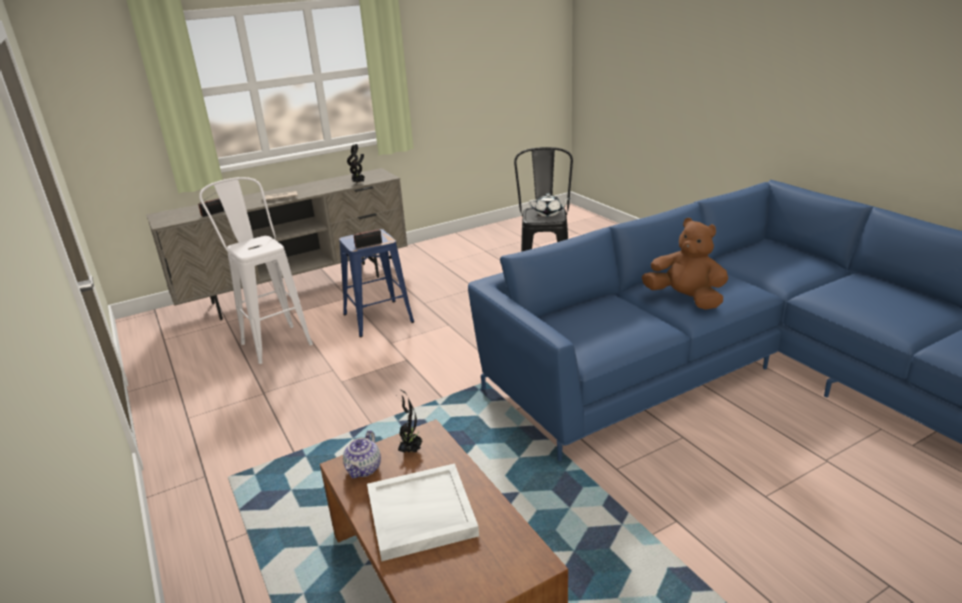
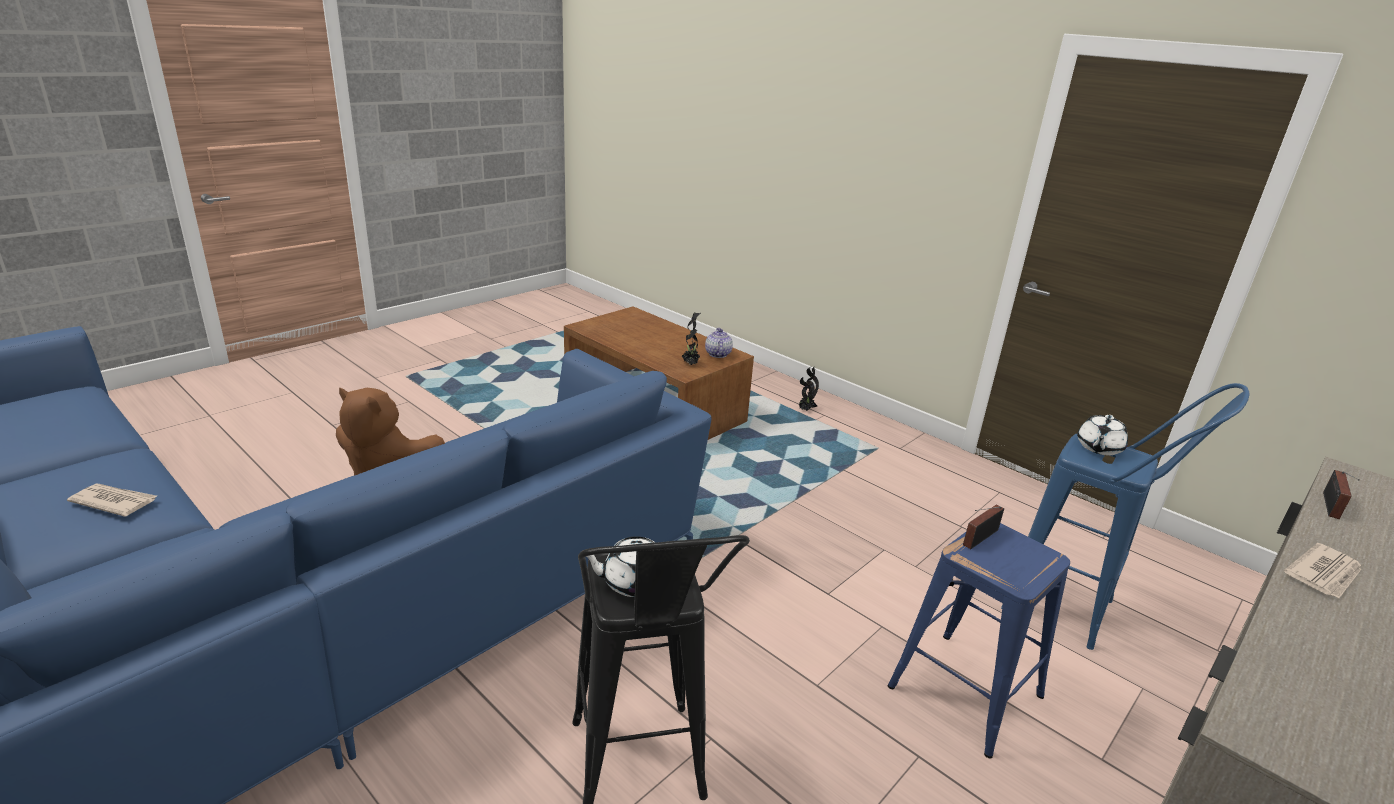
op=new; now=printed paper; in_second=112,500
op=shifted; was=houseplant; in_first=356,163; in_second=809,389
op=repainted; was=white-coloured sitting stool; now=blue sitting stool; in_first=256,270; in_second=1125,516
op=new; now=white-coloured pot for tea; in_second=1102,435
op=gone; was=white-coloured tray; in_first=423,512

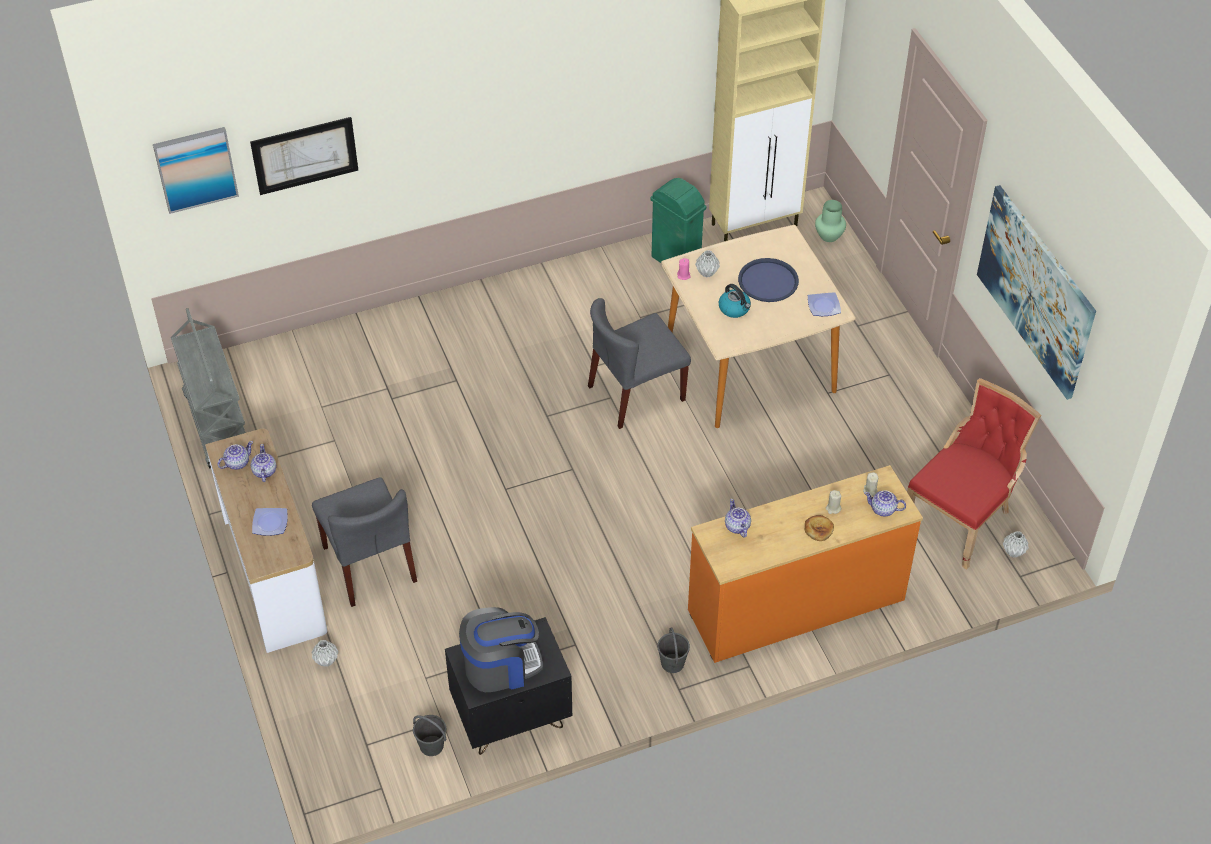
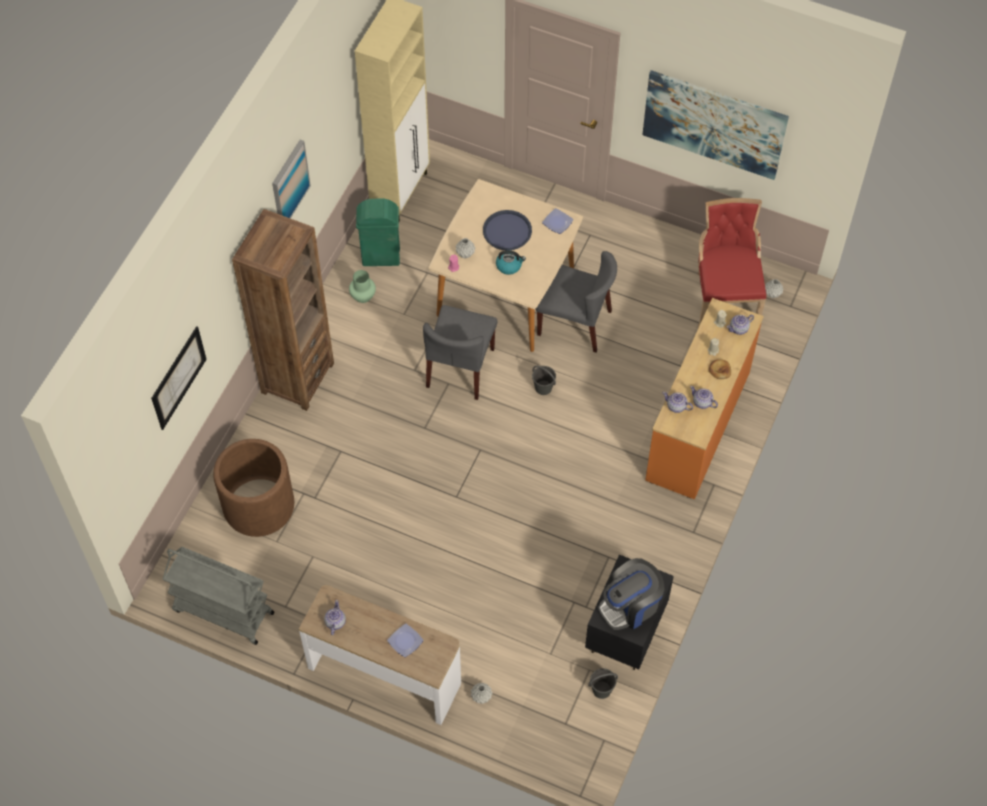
op=new; now=brownish plant pot; in_second=253,488
op=new; now=brownish bookcase; in_second=283,310
op=shifted; was=wall art; in_first=196,170; in_second=291,179
op=shifted; was=green-coloured flower vase; in_first=830,221; in_second=362,286
op=shifted; was=gray pail; in_first=673,650; in_second=544,380
op=shifted; was=gray upright chair; in_first=364,542; in_second=576,301
op=rotated; was=coffee maker; in_first=501,649; in_second=631,594; clockwise=-150
op=shifted; was=pot for tea; in_first=263,463; in_second=704,397

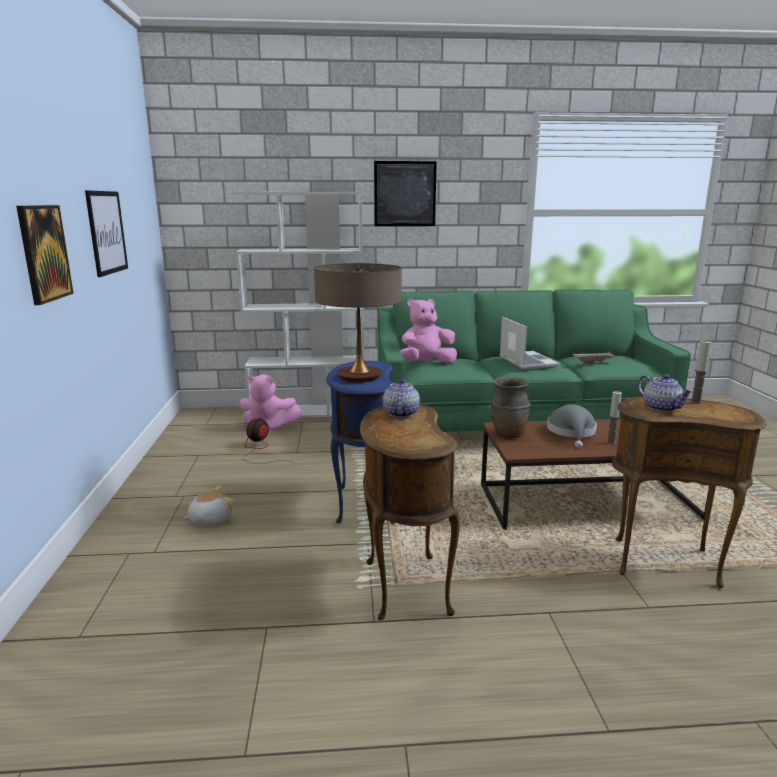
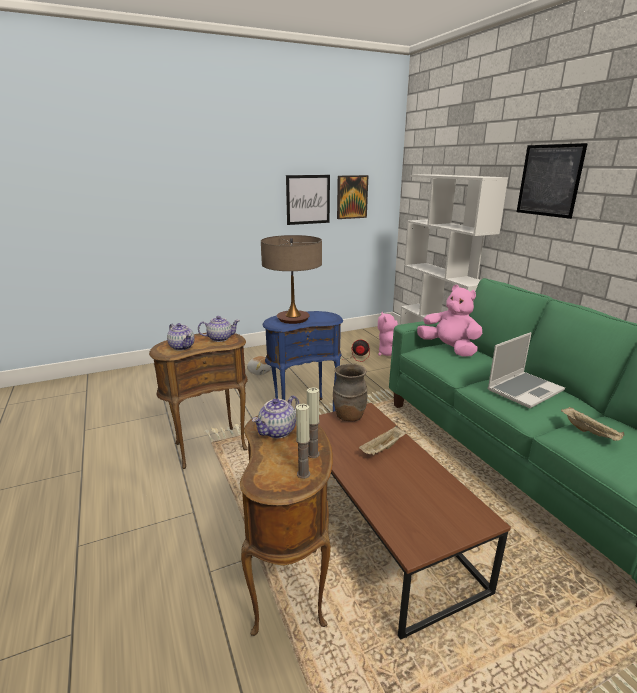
op=new; now=pot for tea; in_second=181,337
op=shifted; was=wax candle; in_first=614,417; in_second=303,441
op=shifted; was=wall art; in_first=45,255; in_second=353,197
op=swapped; was=gray wearable hat; now=beige-coloured tray; in_first=572,426; in_second=382,440

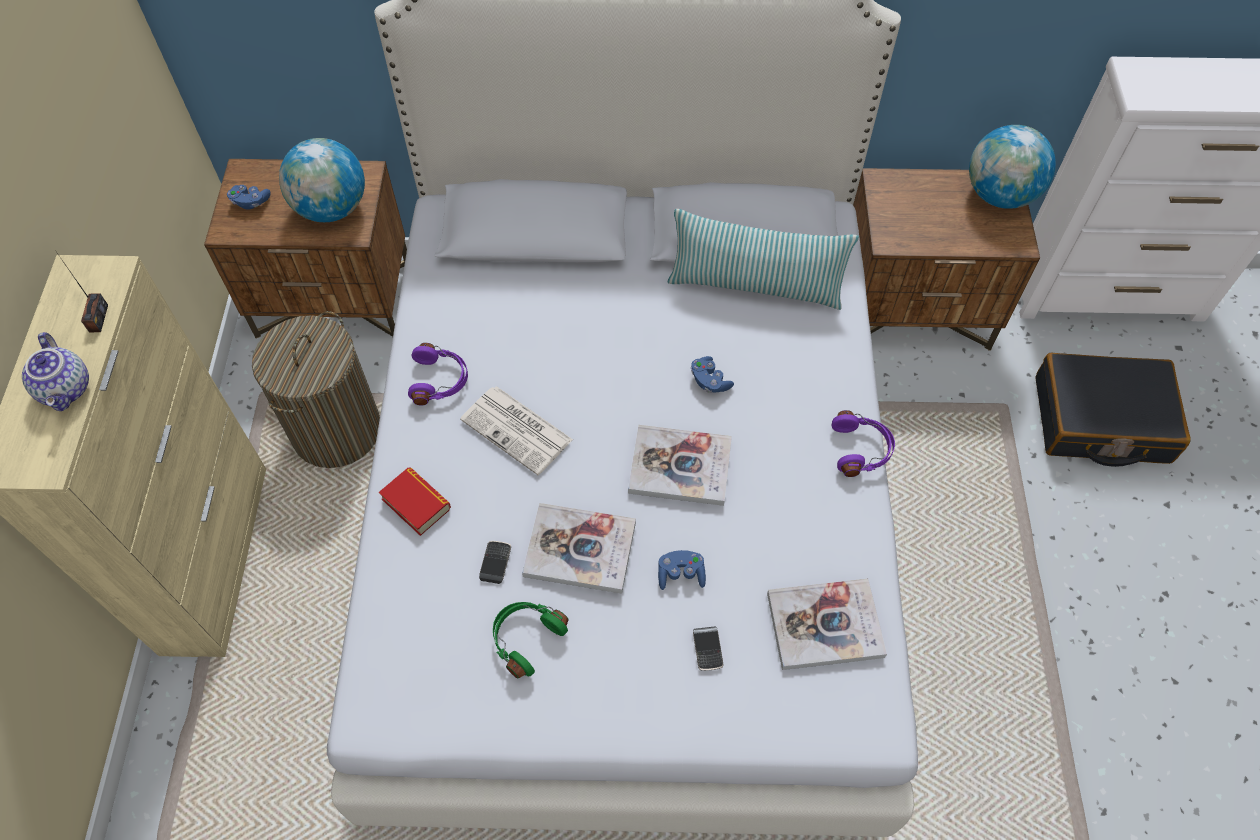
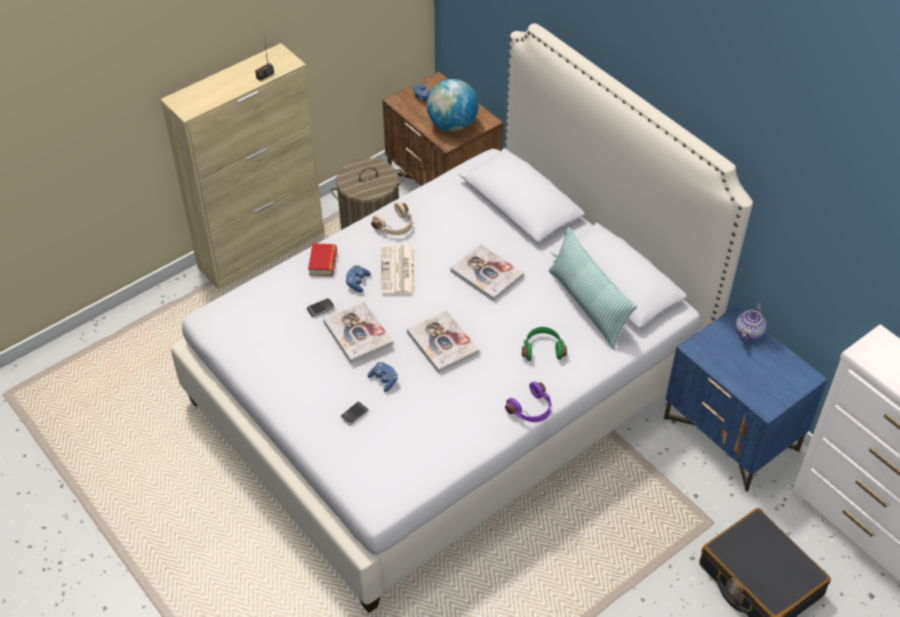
op=shifted; was=blue gamepad; in_first=712,374; in_second=358,278
op=repainted; was=purple-coloured headphones; now=beige-coloured headphones; in_first=438,374; in_second=391,218
op=shifted; was=volume; in_first=827,624; in_second=487,272
op=shifted; was=green-coloured headphones; in_first=531,640; in_second=544,344
op=repainted; was=brownish bedside table; now=blue bedside table; in_first=946,259; in_second=746,399
op=shifted; was=pot for tea; in_first=55,371; in_second=750,322
op=gone; was=globe; in_first=1012,167

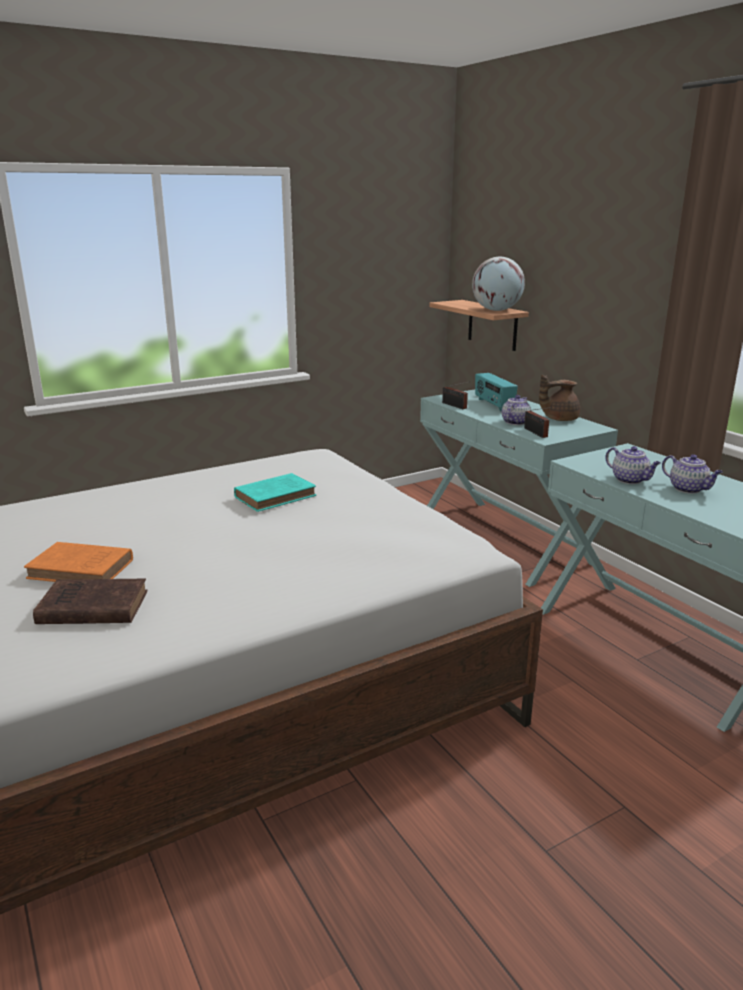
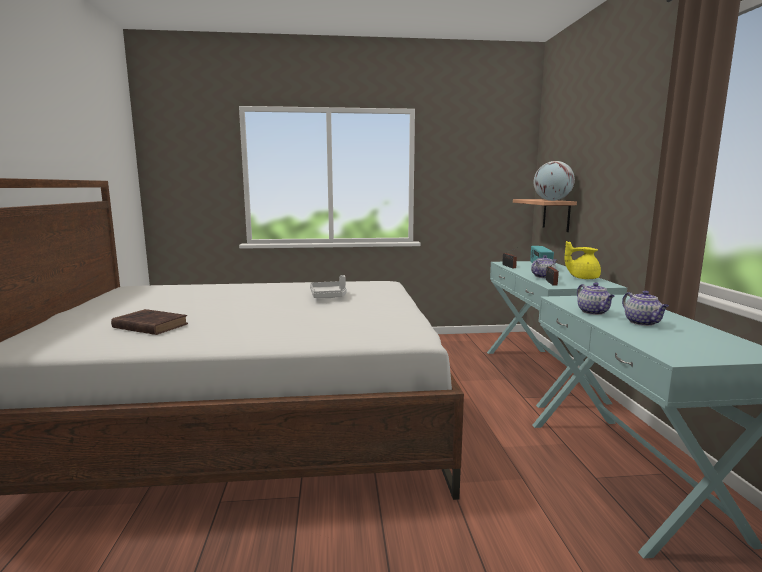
op=swapped; was=blue-green volume; now=gray tray; in_first=275,492; in_second=328,286
op=repainted; was=brownish pot for tea; now=yellow-coloured pot for tea; in_first=559,398; in_second=583,260
op=gone; was=orange volume; in_first=78,562

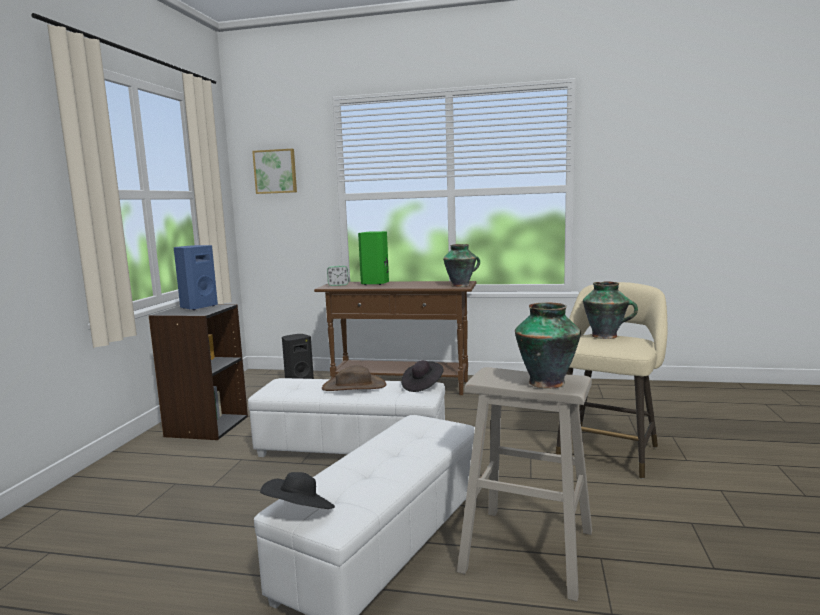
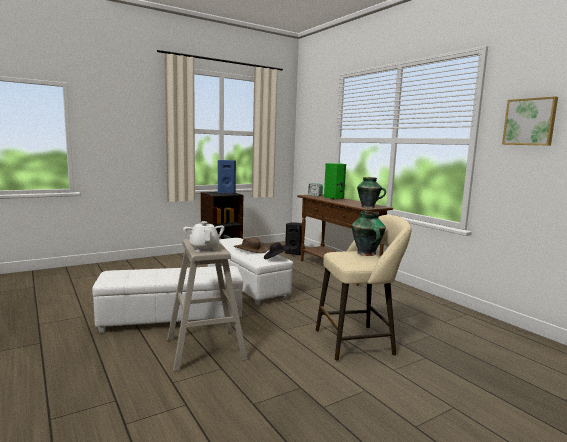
op=swapped; was=flower vase; now=white-coloured pot for tea; in_first=548,345; in_second=204,236
op=shifted; was=wall art; in_first=274,171; in_second=530,121
op=gone; was=black wearable hat; in_first=297,490

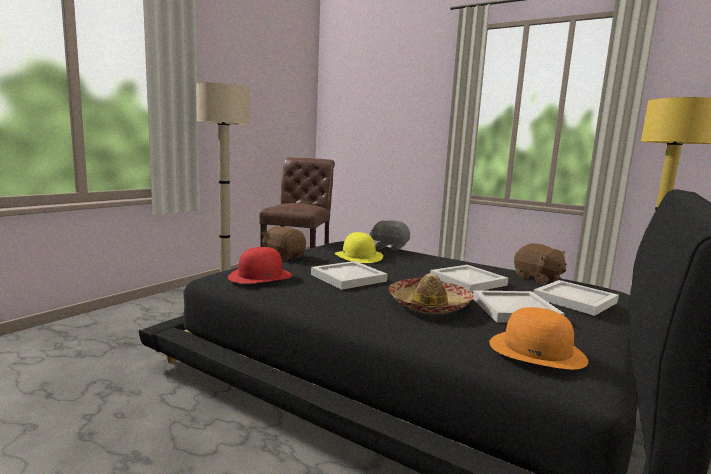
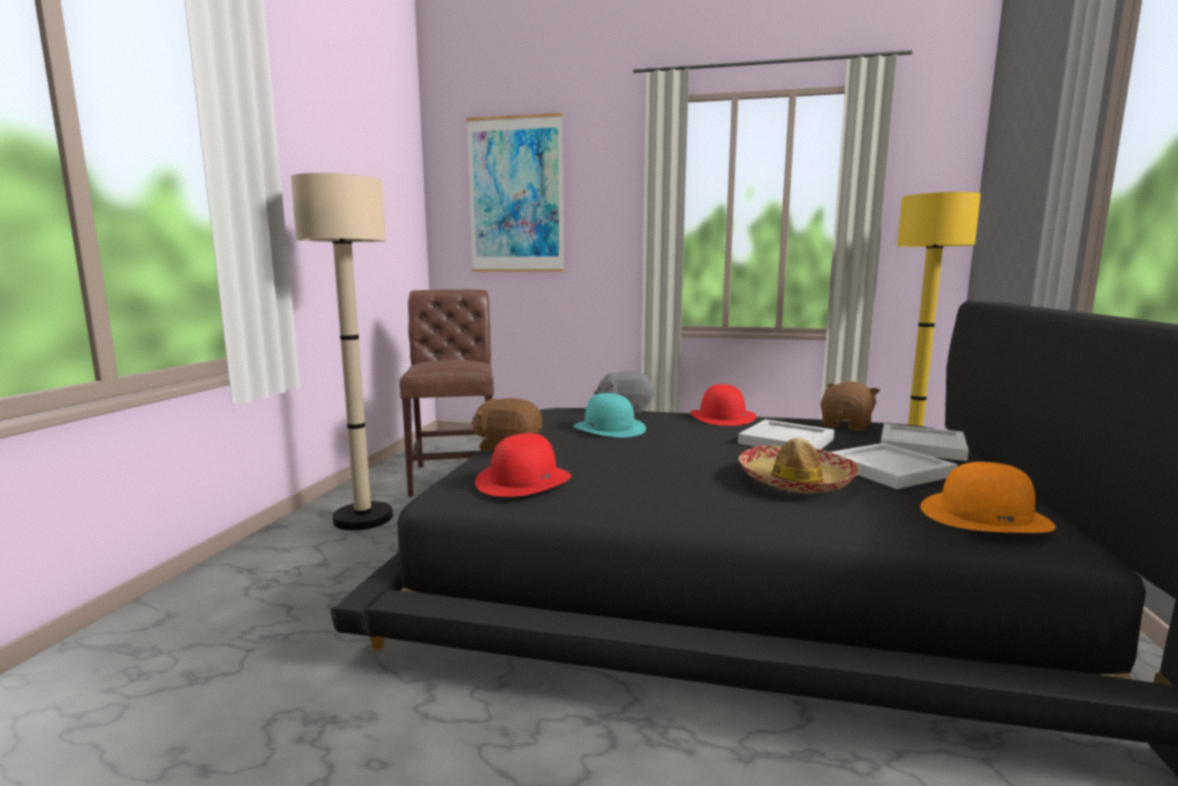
op=new; now=wall art; in_second=515,192
op=repainted; was=yellow-coloured wearable hat; now=blue-green wearable hat; in_first=359,247; in_second=609,415
op=new; now=reddish wearable hat; in_second=723,405
op=rotated; was=brownish plush toy; in_first=540,263; in_second=850,406; clockwise=-90
op=gone; was=white-coloured tray; in_first=349,275

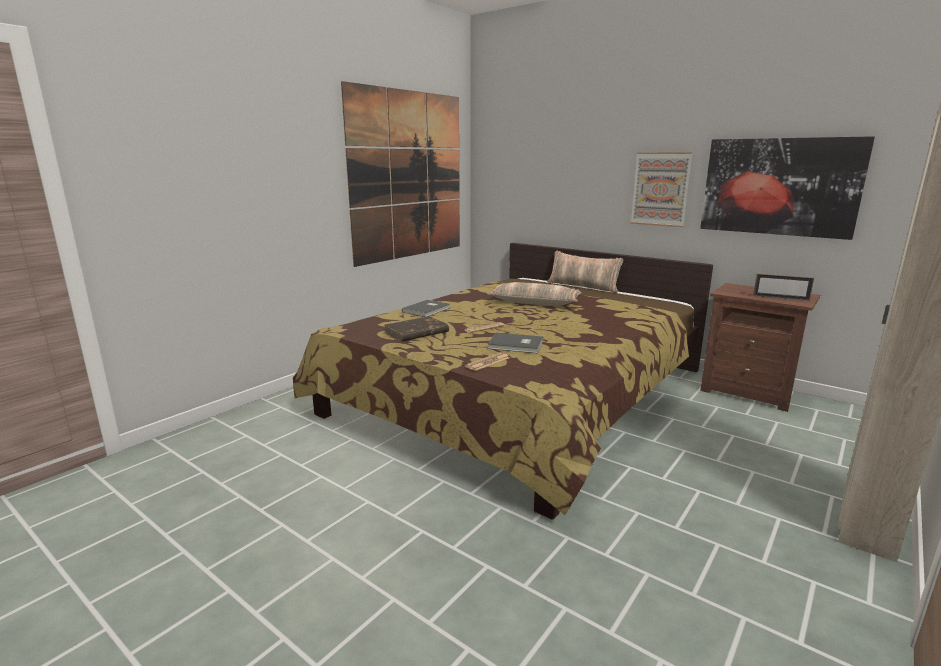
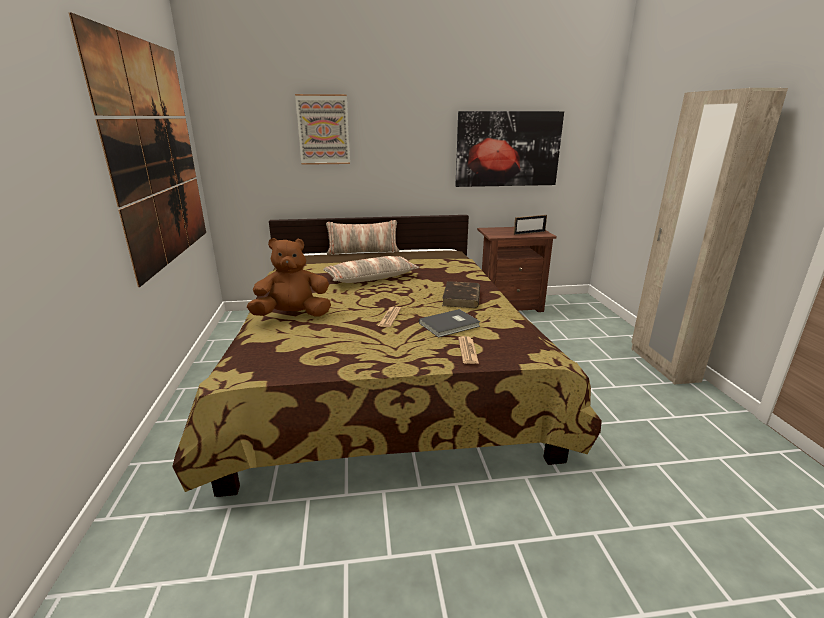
op=swapped; was=gray volume; now=brownish plush toy; in_first=426,308; in_second=289,277
op=shifted; was=wall art; in_first=661,189; in_second=322,129
op=shifted; was=brownish volume; in_first=417,329; in_second=461,294

